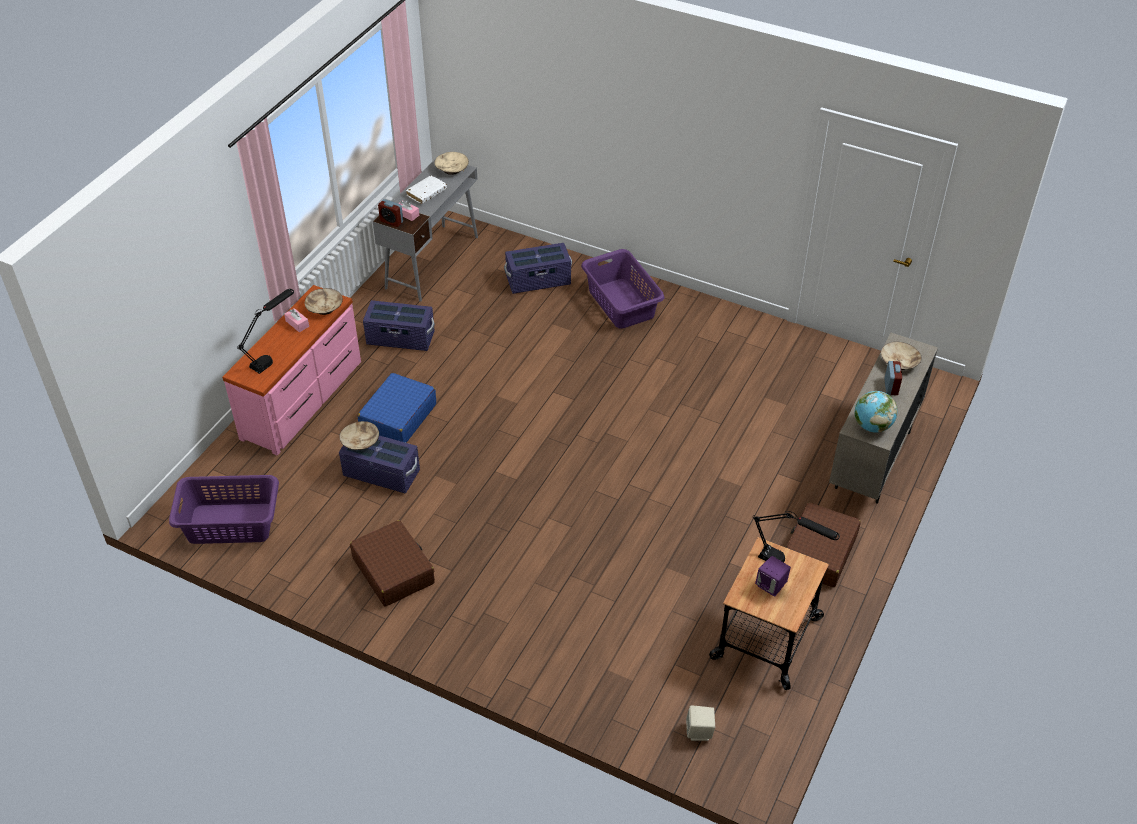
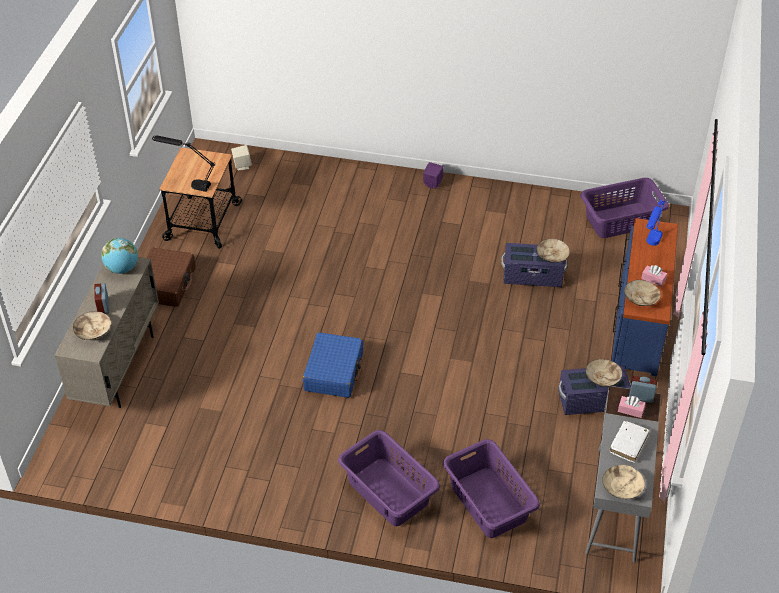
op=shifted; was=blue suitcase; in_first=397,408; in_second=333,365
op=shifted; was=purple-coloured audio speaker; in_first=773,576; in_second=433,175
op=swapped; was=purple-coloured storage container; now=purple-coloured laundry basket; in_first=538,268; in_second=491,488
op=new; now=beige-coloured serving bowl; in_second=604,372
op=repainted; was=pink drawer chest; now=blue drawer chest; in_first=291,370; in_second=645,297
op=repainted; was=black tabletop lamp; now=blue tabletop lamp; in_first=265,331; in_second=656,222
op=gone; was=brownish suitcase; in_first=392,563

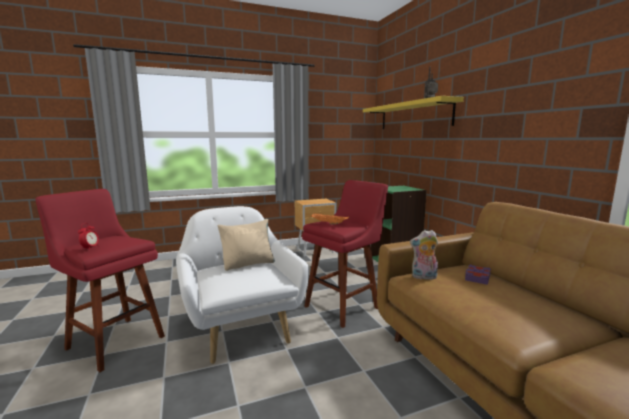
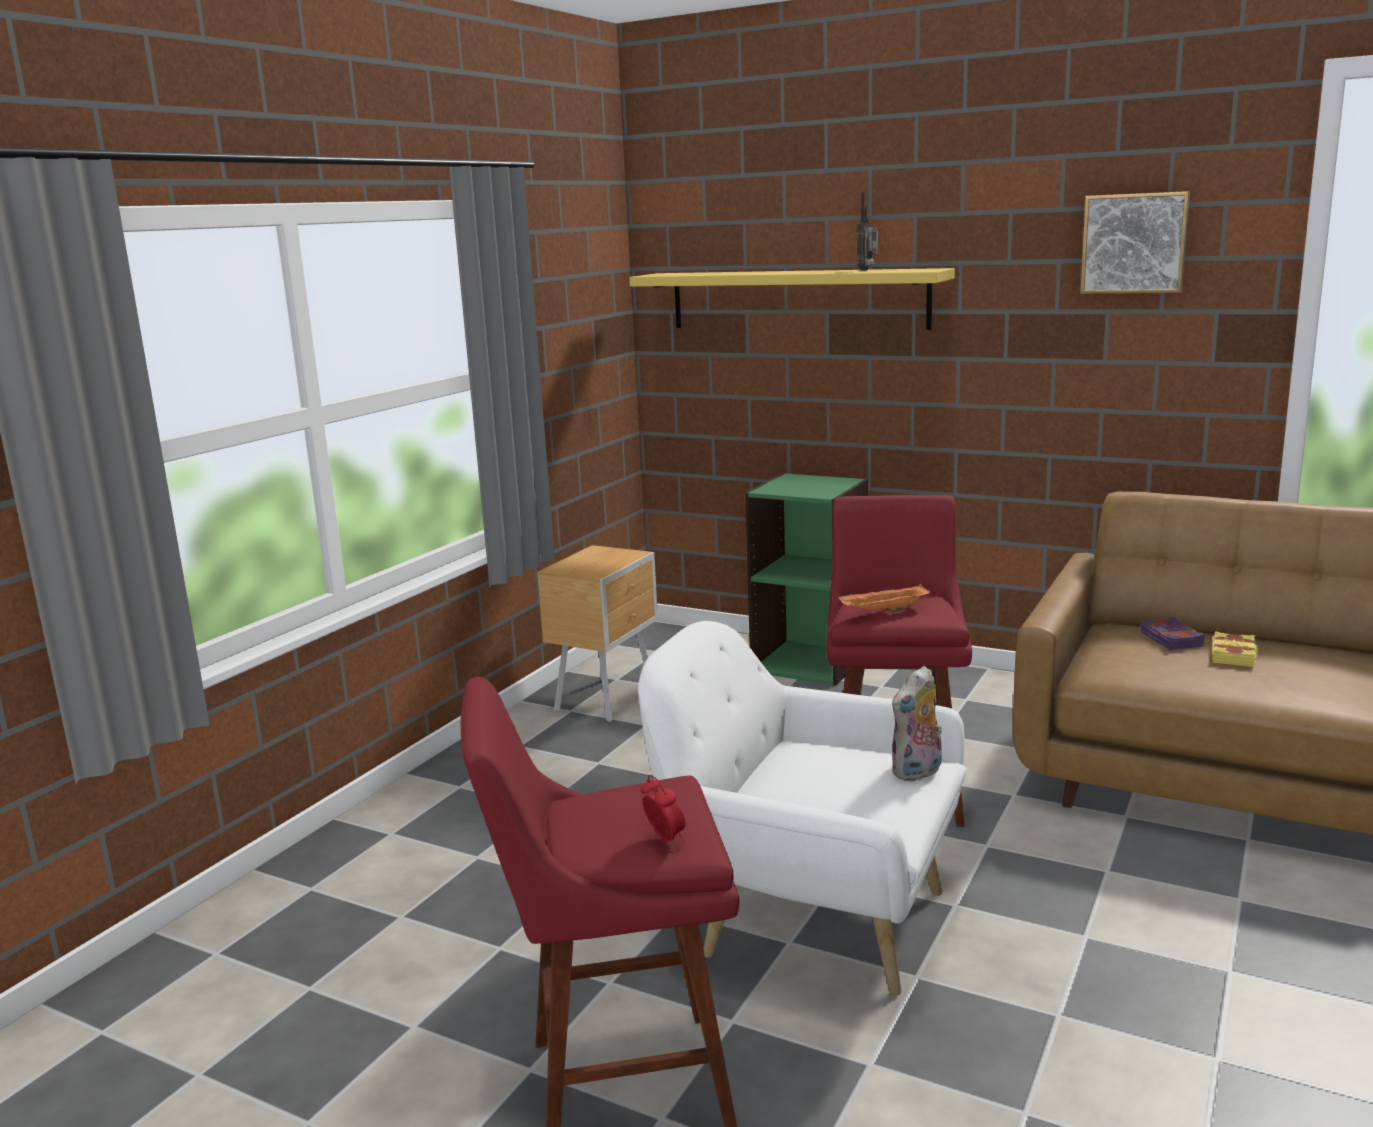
op=shifted; was=plush toy; in_first=424,255; in_second=917,724
op=new; now=wall art; in_second=1135,242
op=new; now=yellow-coloured volume; in_second=1235,649
op=gone; was=beige-coloured pillow; in_first=246,245

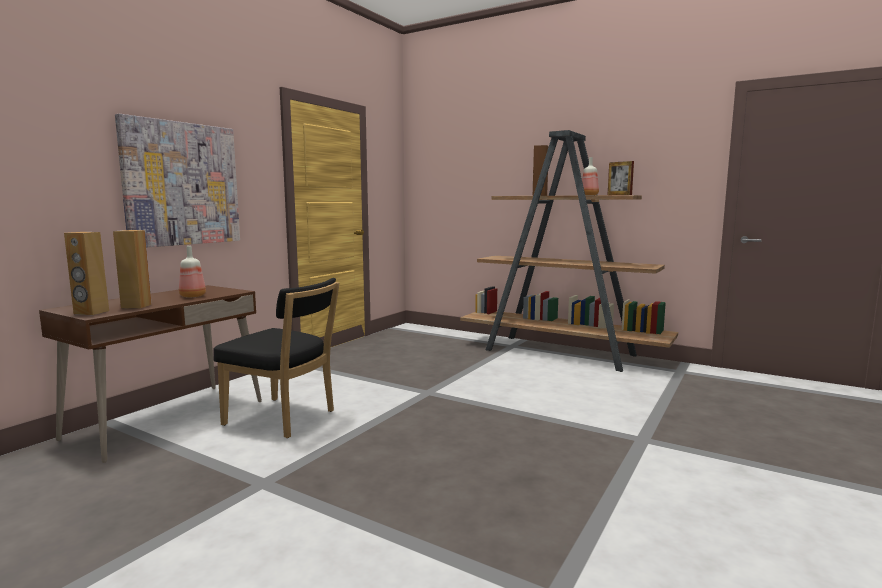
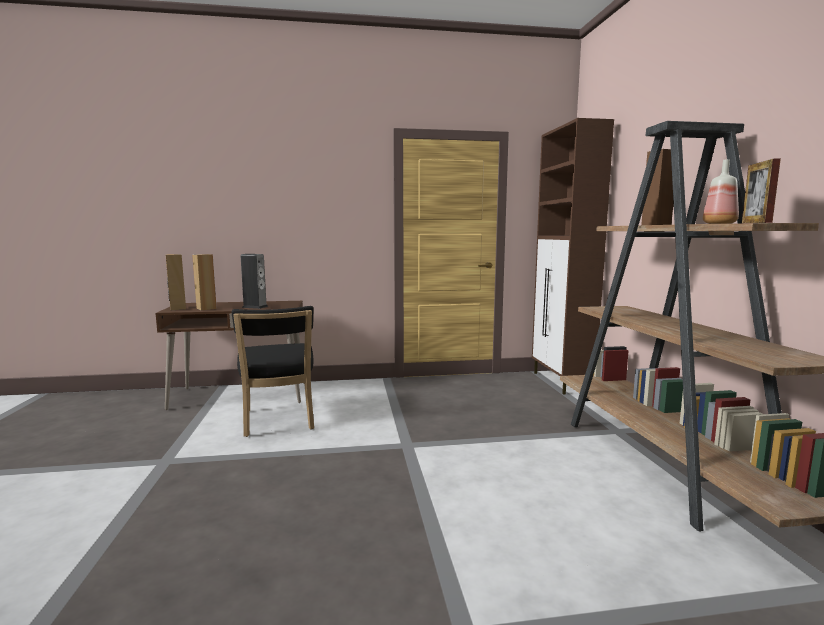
op=swapped; was=bottle; now=audio speaker; in_first=192,271; in_second=254,281
op=new; now=brownish storage cabinet; in_second=573,256
op=gone; was=wall art; in_first=177,180

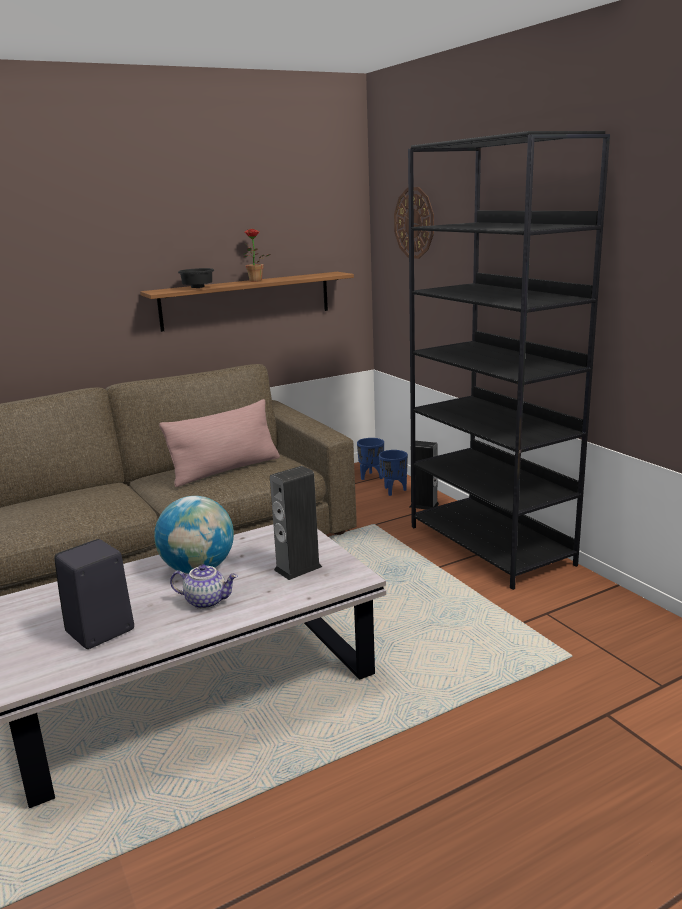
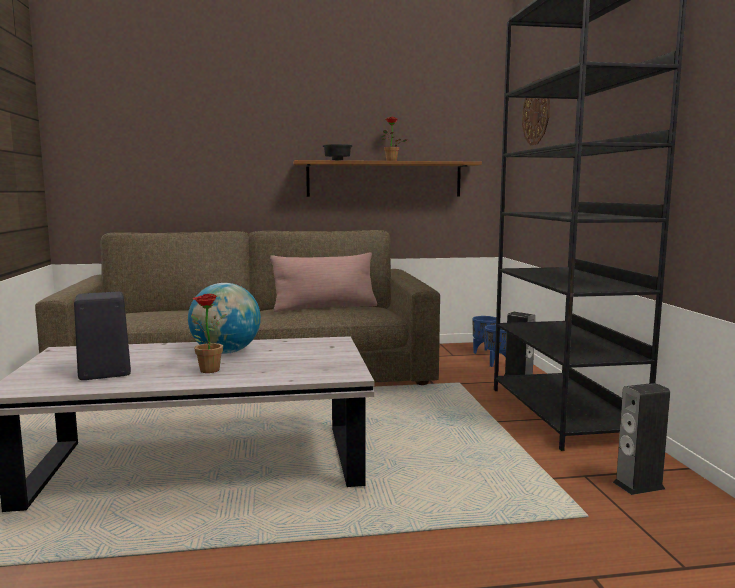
op=swapped; was=pot for tea; now=houseplant; in_first=204,586; in_second=208,333
op=shifted; was=audio speaker; in_first=296,523; in_second=641,439

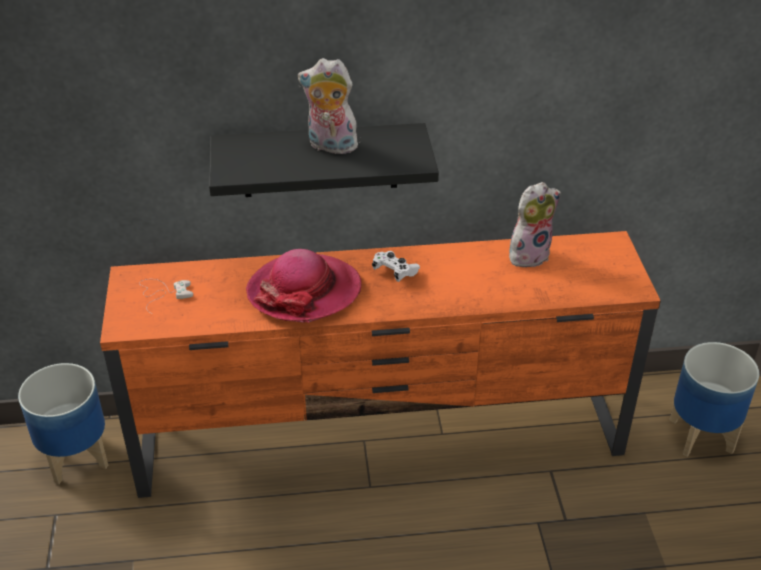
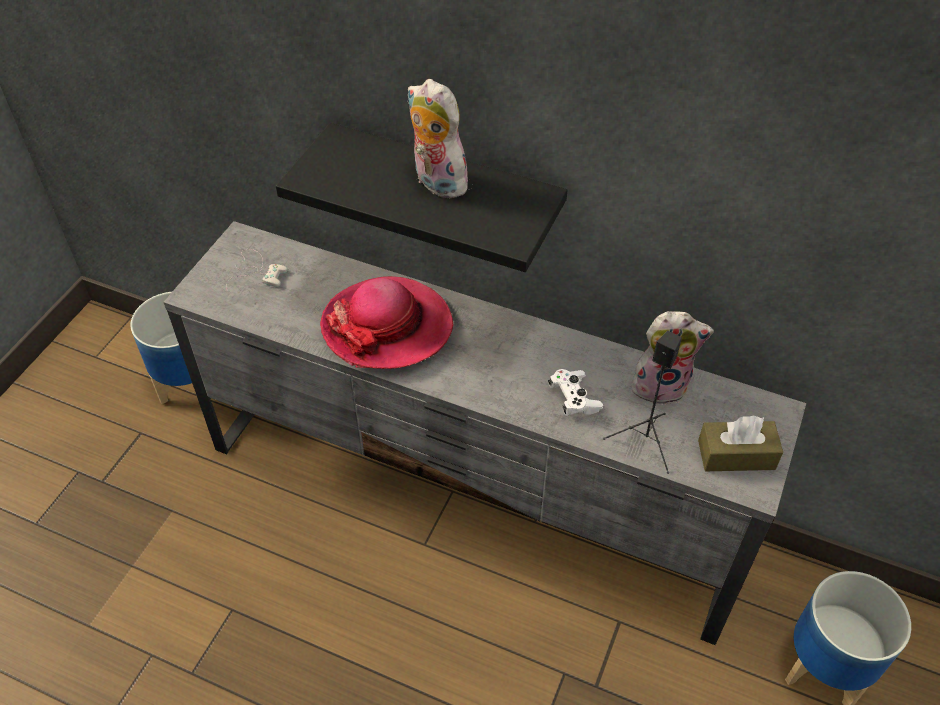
op=repainted; was=orange media console; now=gray media console; in_first=380,364; in_second=484,433
op=shifted; was=white-coloured gamepad; in_first=396,266; in_second=575,392
op=new; now=black audio speaker; in_second=642,402
op=new; now=brownish tissue holder; in_second=740,443

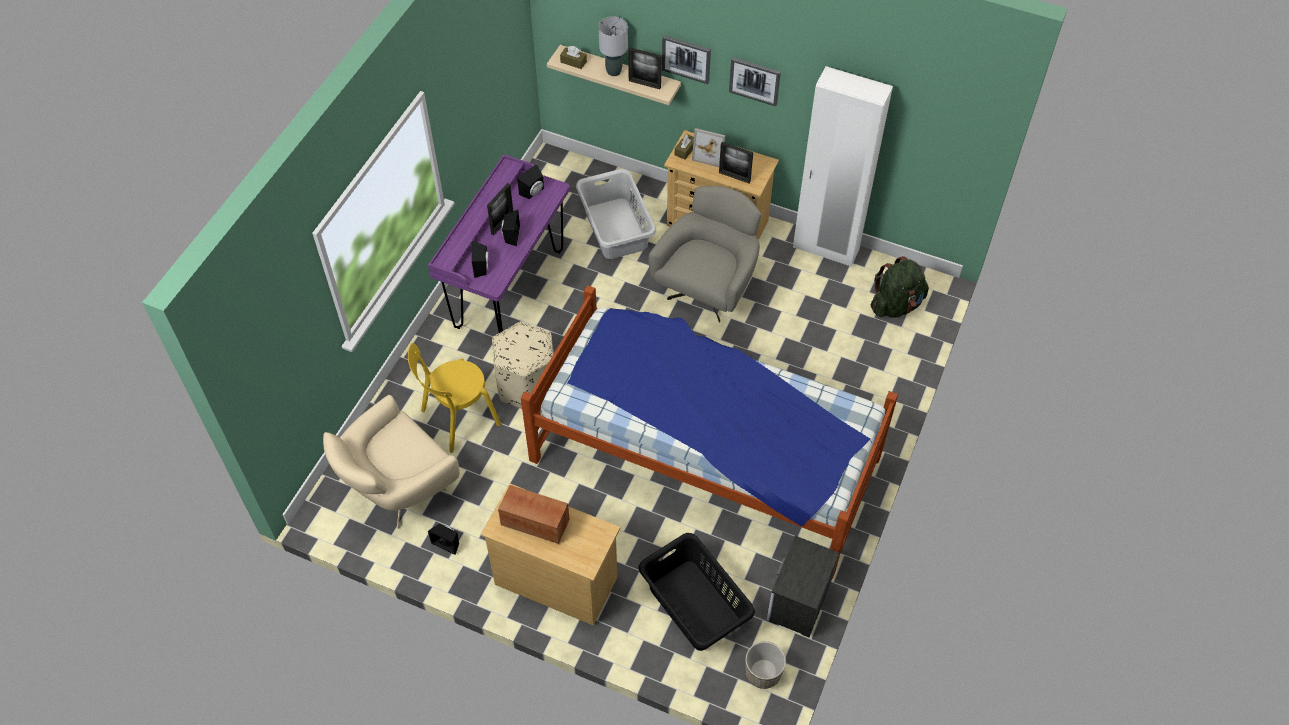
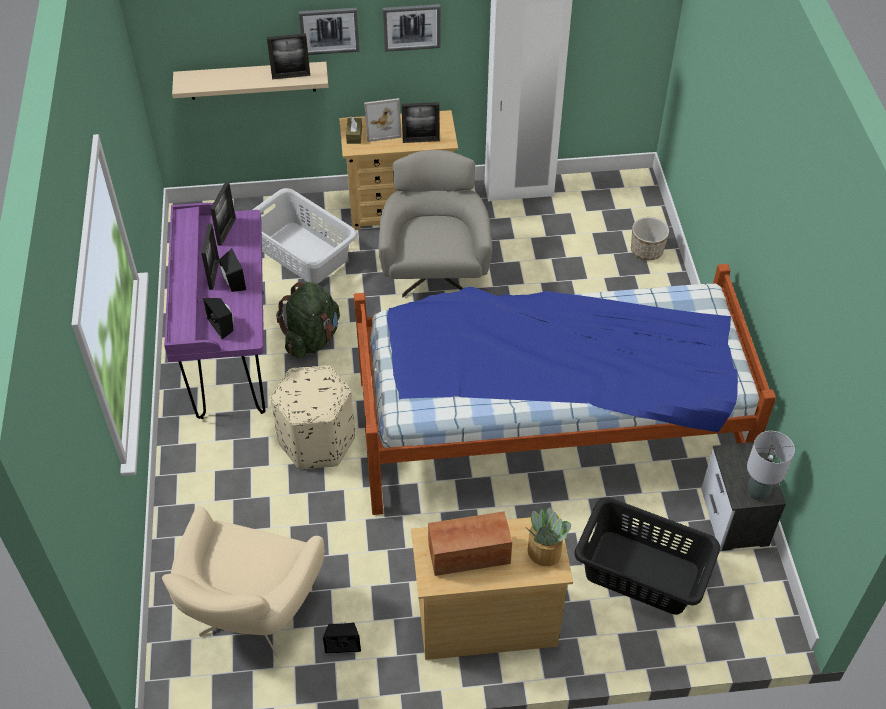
op=swapped; was=black audio speaker; now=photo frame; in_first=530,181; in_second=223,213
op=shifted; was=green-coloured rucksack; in_first=900,287; in_second=308,320
op=new; now=houseplant; in_second=549,536
op=shifted; was=plant pot; in_first=765,665; in_second=650,238
op=shifted; was=gray tabletop lamp; in_first=613,46; in_second=771,466
op=gone; was=yellow-coloured upright chair; in_first=454,398
op=gone; was=brownish tissue holder; in_first=573,57

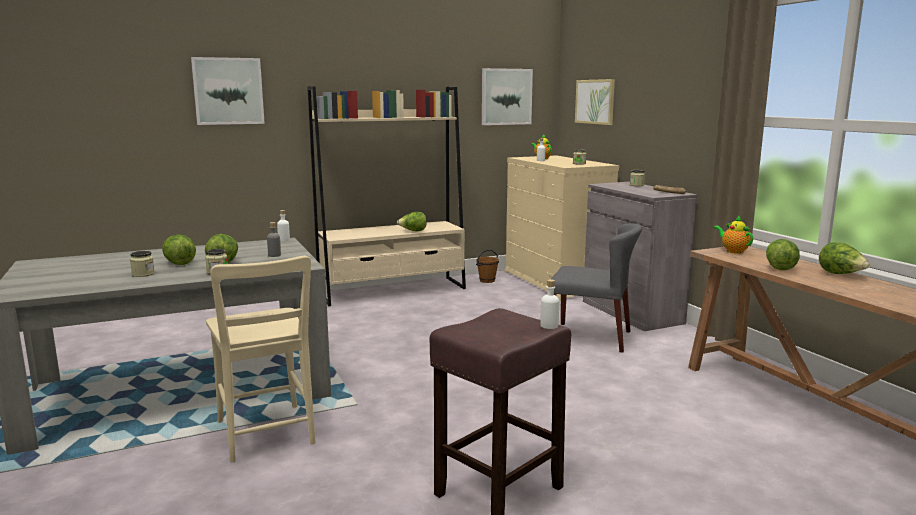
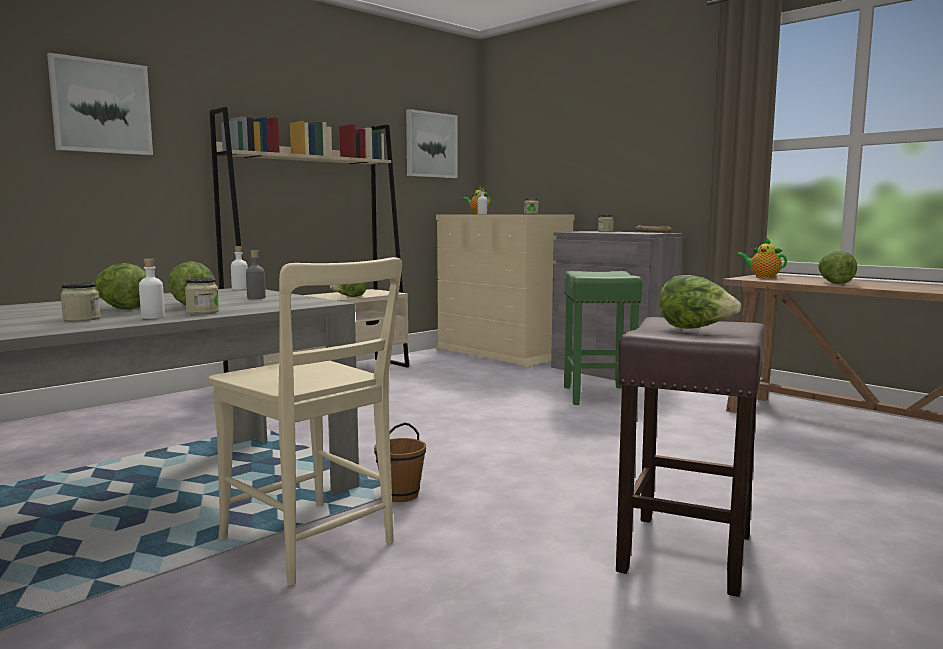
op=shifted; was=white-coloured bottle; in_first=549,304; in_second=152,289
op=shifted; was=brownish pail; in_first=487,266; in_second=400,462
op=swapped; was=gray upright chair; now=green-coloured sitting stool; in_first=596,287; in_second=603,338
op=shifted; was=lettuce; in_first=844,258; in_second=700,302
op=gone; was=wall art; in_first=595,102

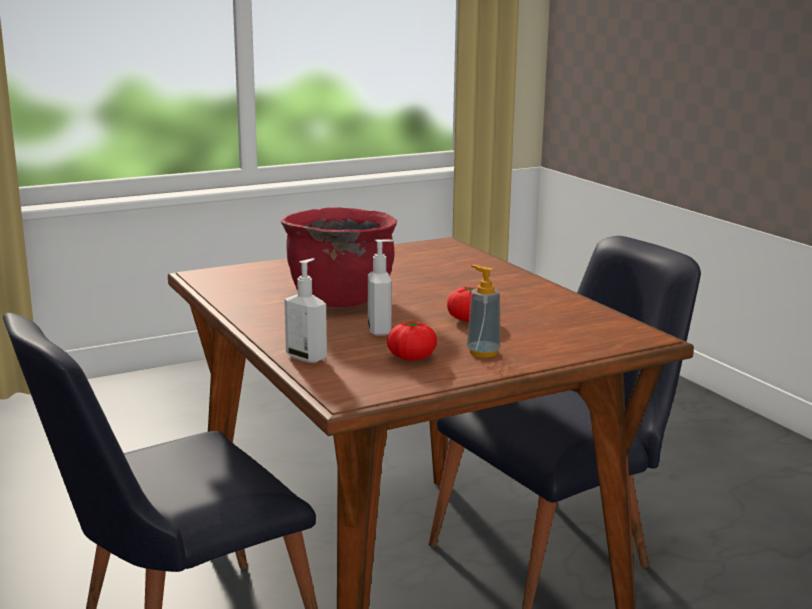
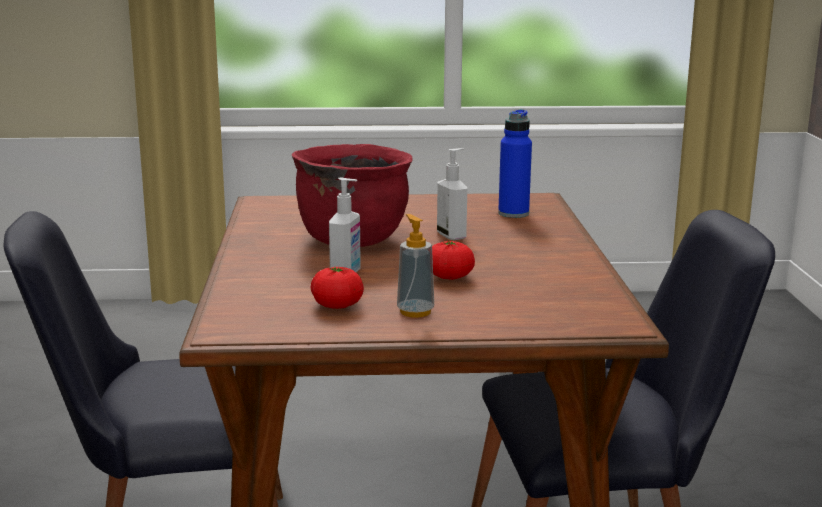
op=shifted; was=soap dispenser; in_first=305,310; in_second=452,194
op=new; now=blue bottle; in_second=515,163

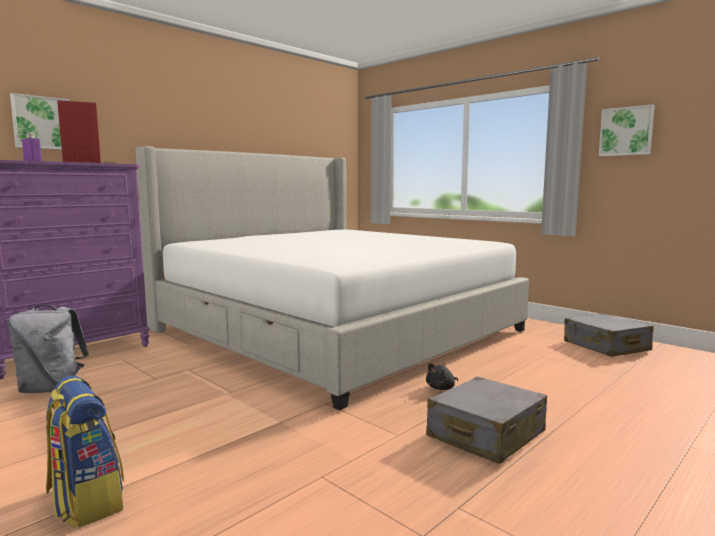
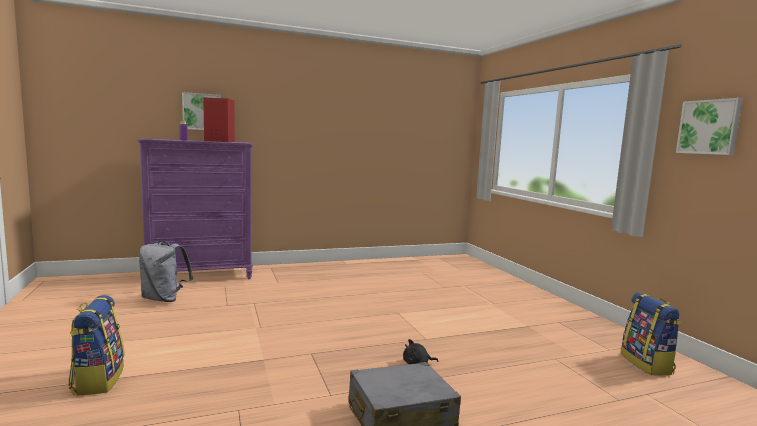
op=swapped; was=gray suitcase; now=rucksack; in_first=609,335; in_second=651,333
op=gone; was=sleeping bed; in_first=332,278

